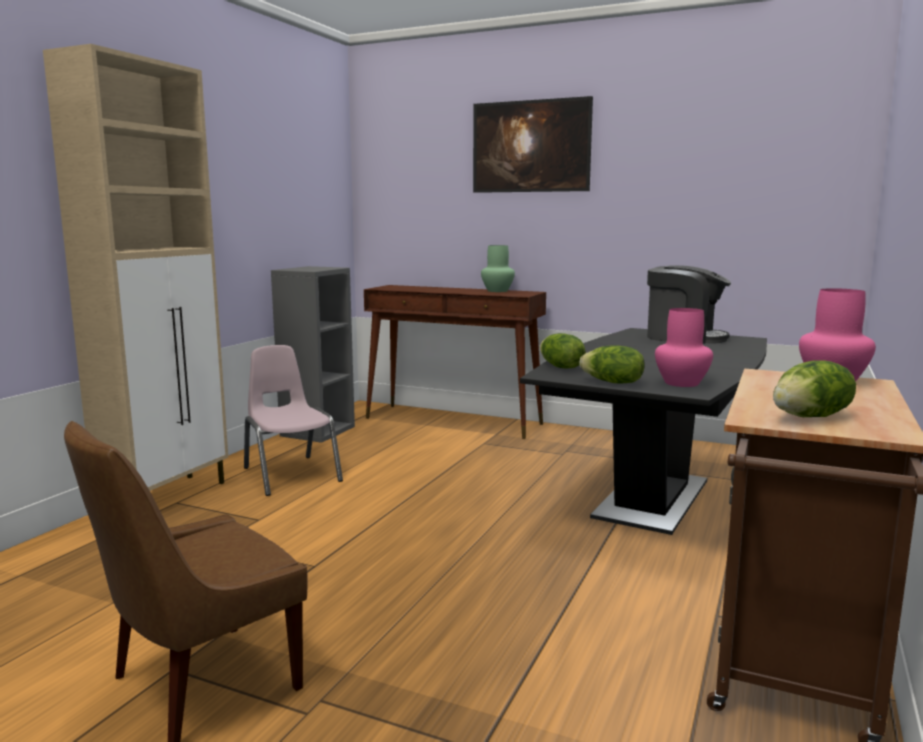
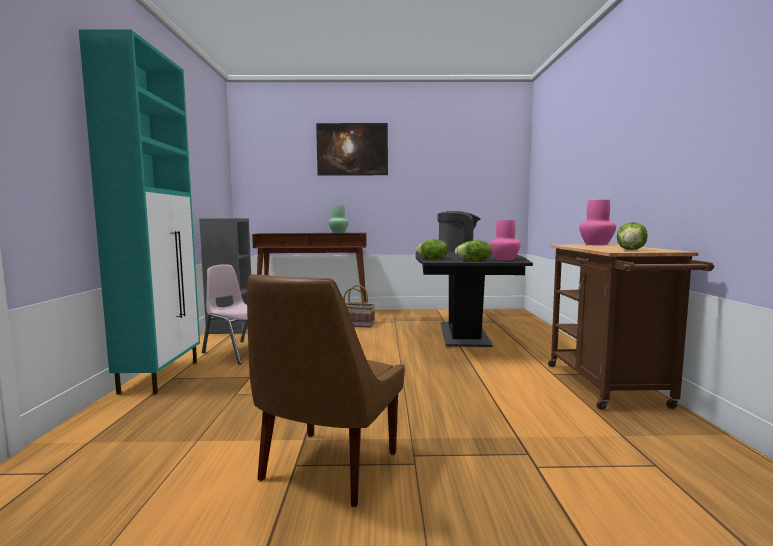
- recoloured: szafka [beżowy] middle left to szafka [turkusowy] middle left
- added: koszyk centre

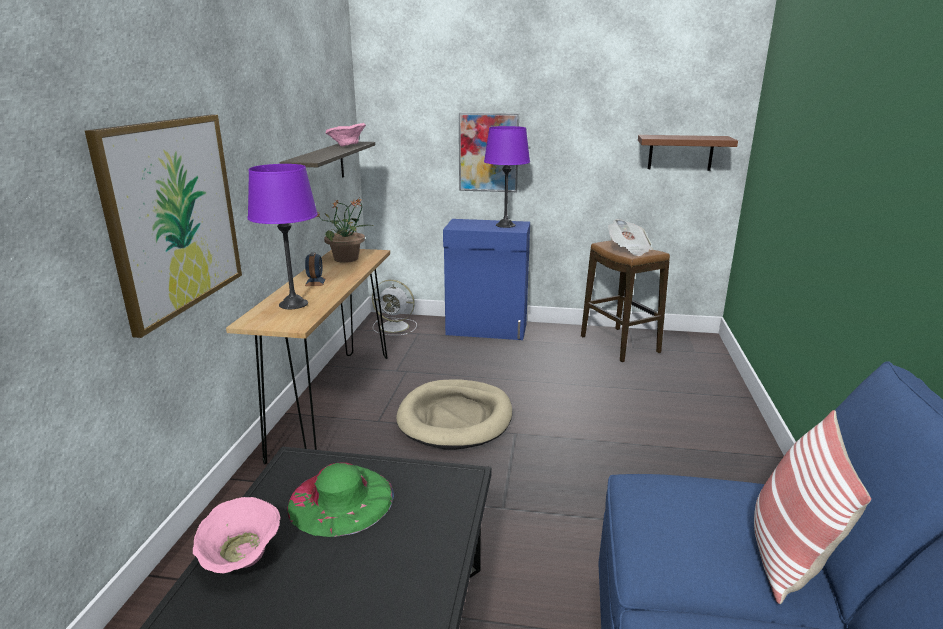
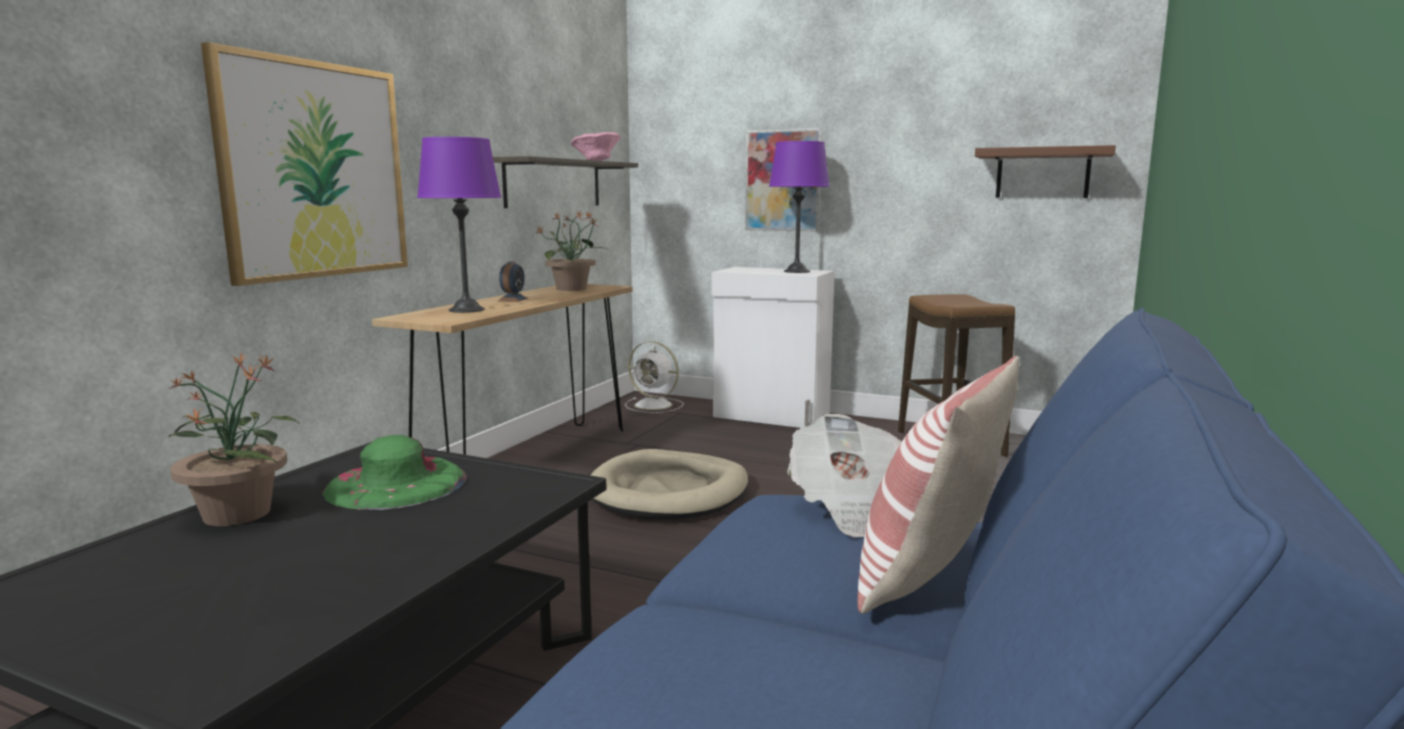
- recoloured: szafka [niebieski] centre to szafka [biały] centre
- moved: gazeta middle right to centre
- replaced: miska [różowy] (1st from left) bottom left to roślina doniczkowa (1st from left) middle left

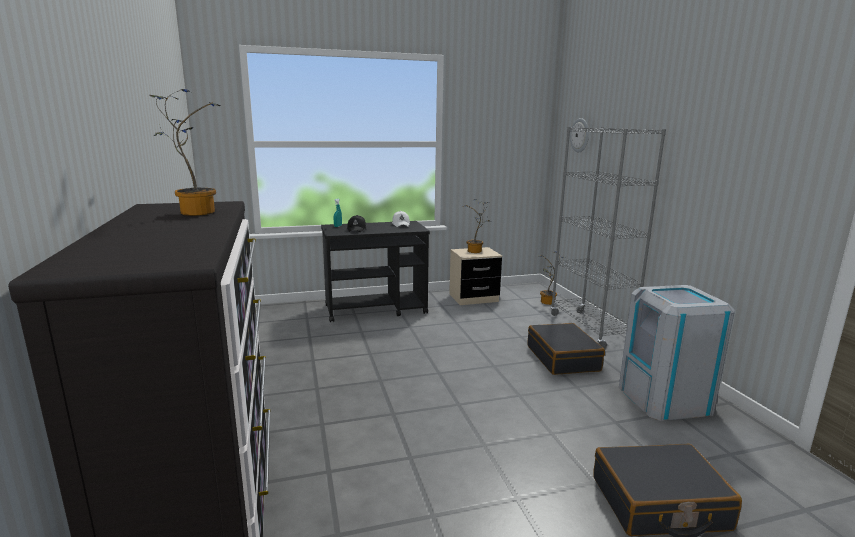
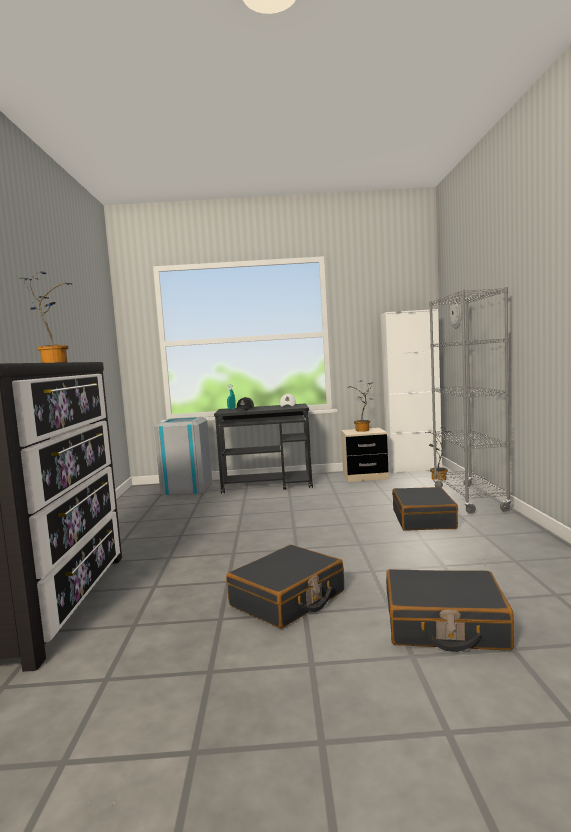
- moved: kosz na śmieci [szary] middle right to middle left
- added: szafka [biały] middle right
- added: walizka [czarny] (1st from left) bottom centre

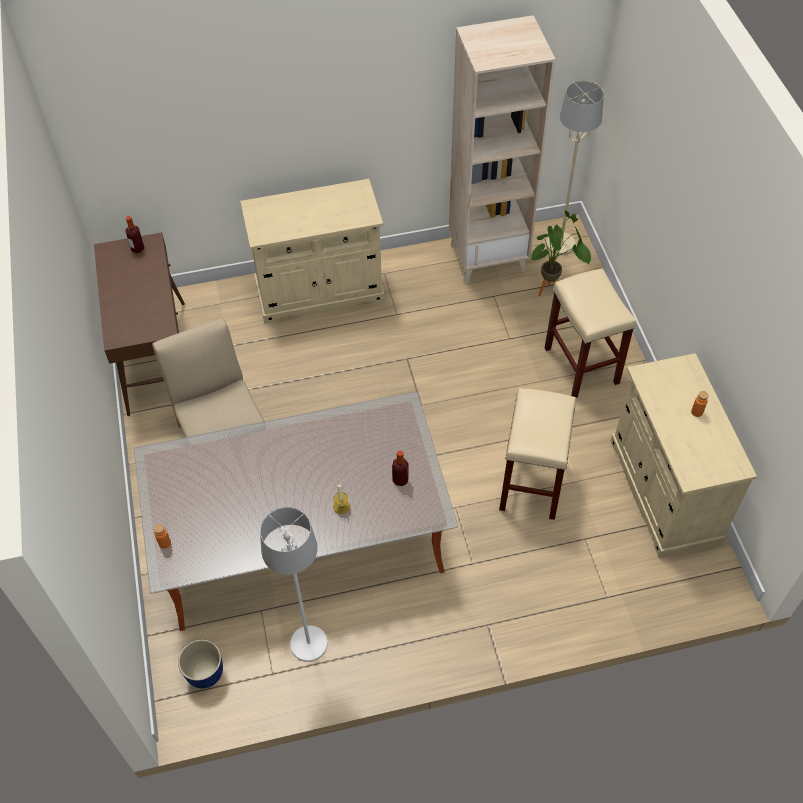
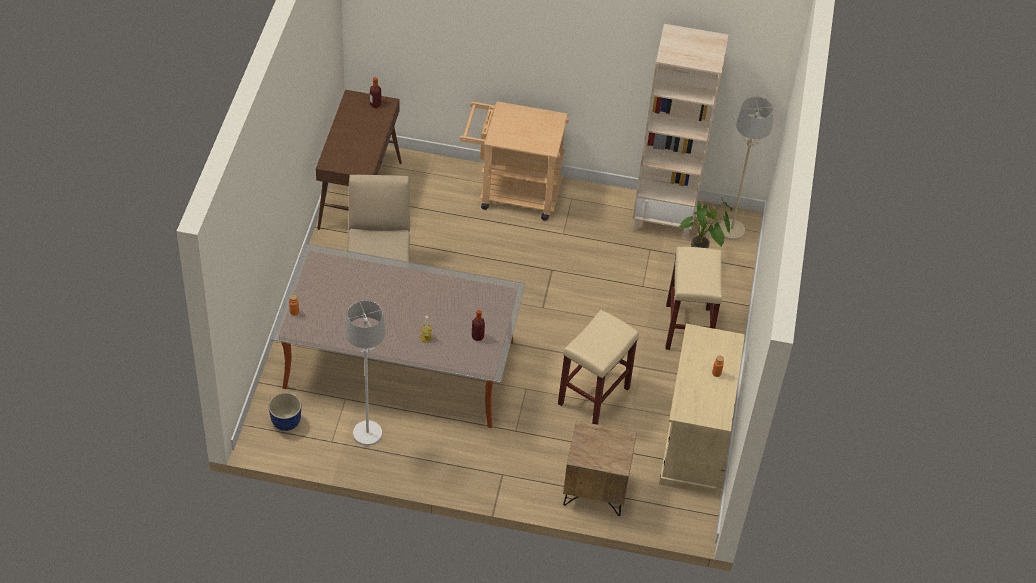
- replaced: szafka [beżowy] (1st from left) top centre to wózek [beżowy] top centre
- added: szafka nocna [brązowy] bottom centre

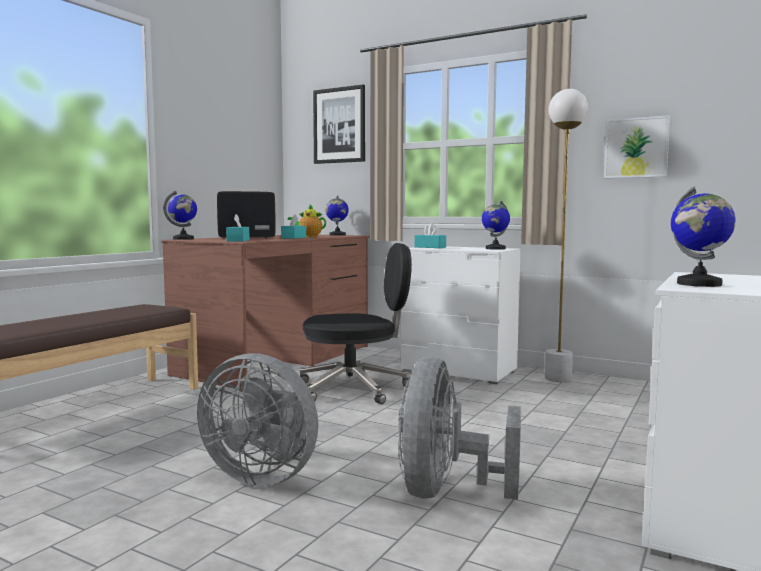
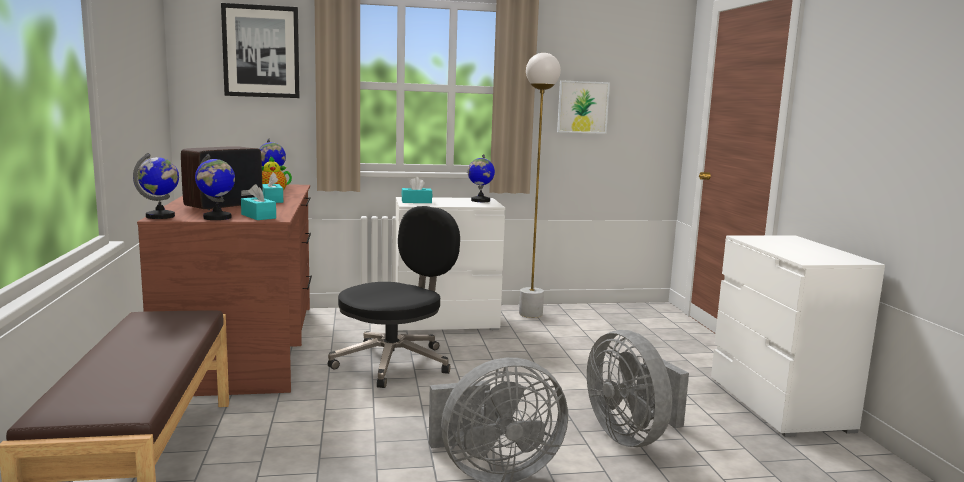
- moved: globus (4th from left in the first image) middle right to globus (2nd from left) middle left

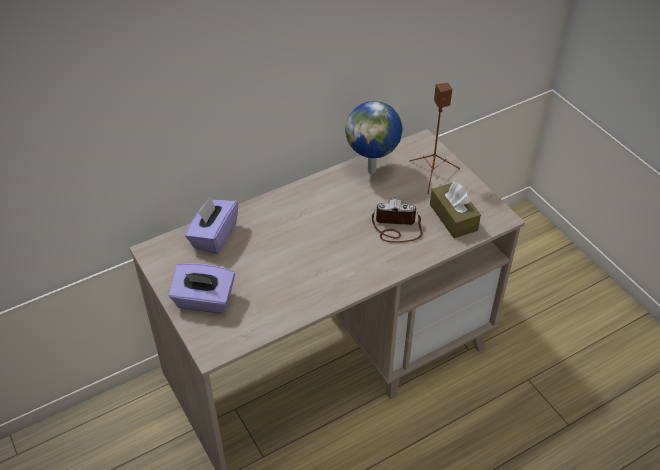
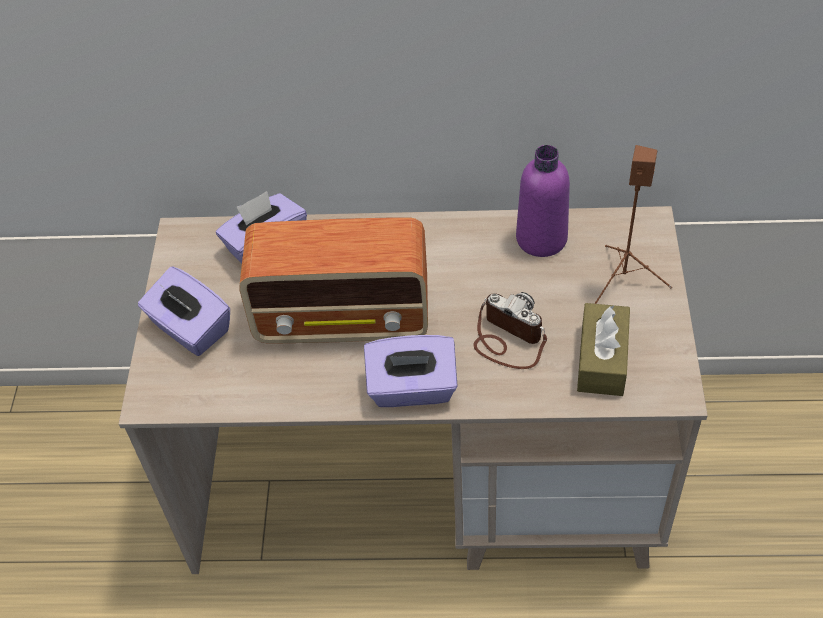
- replaced: globus top centre to butelka [fioletowy] top centre
- added: radio centre
- added: pudełko chusteczek [fioletowy] (3rd from left) centre

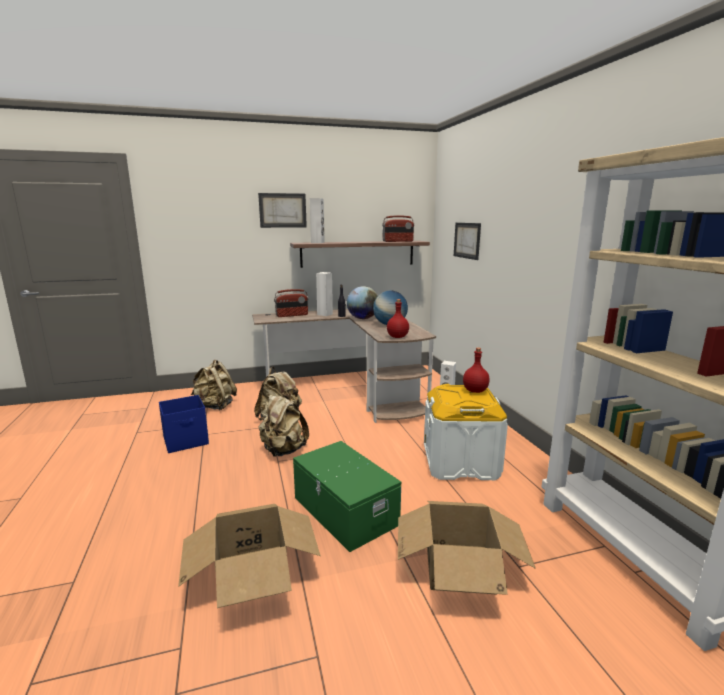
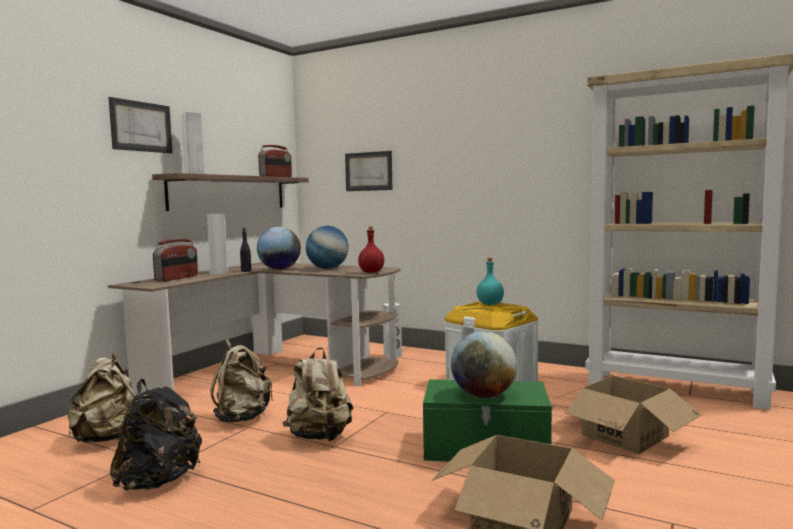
- recoloured: butelka [czerwony] (2nd from left) centre to butelka [turkusowy] centre
- replaced: pojemnik do przechowywania [niebieski] middle left to plecak [czarny] bottom left
- added: globus (3rd from left) bottom centre

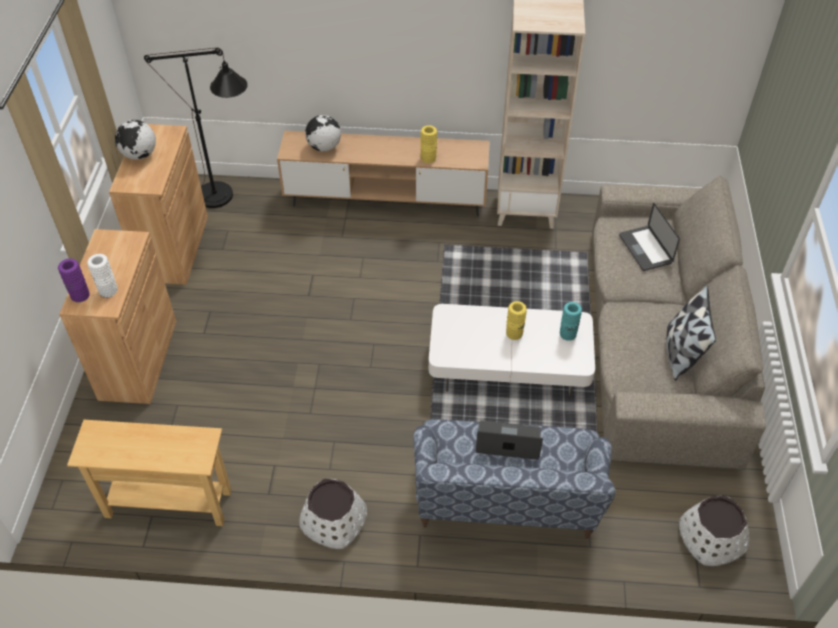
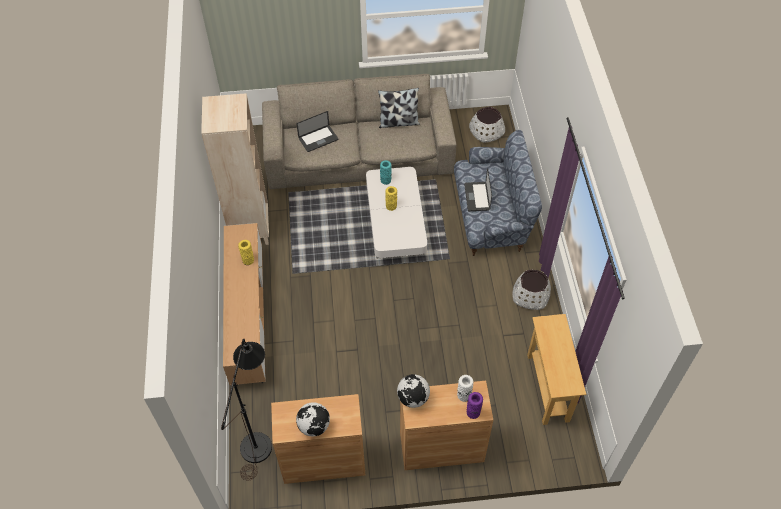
- moved: globus (2nd from left) top centre to bottom centre

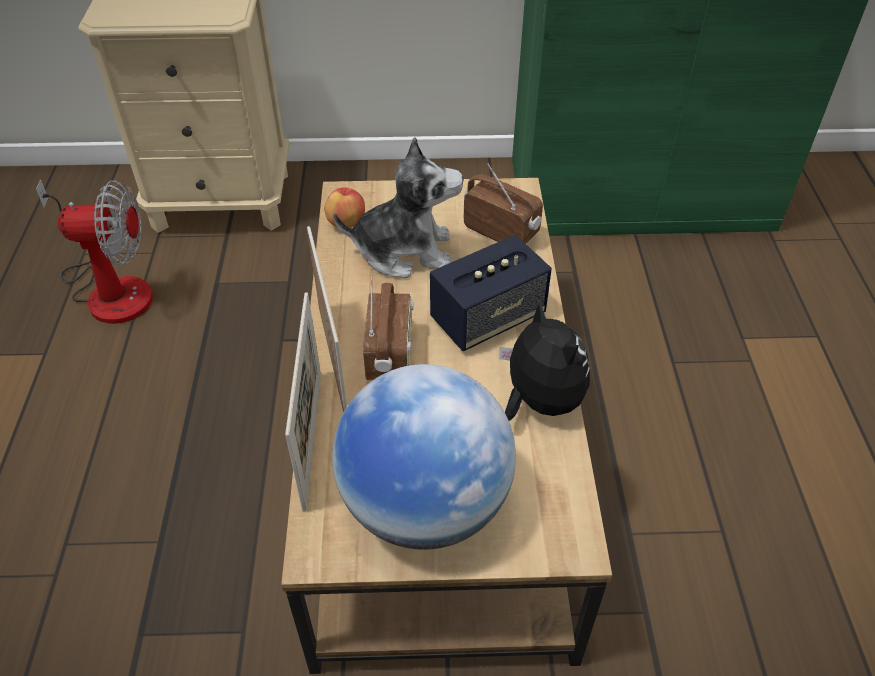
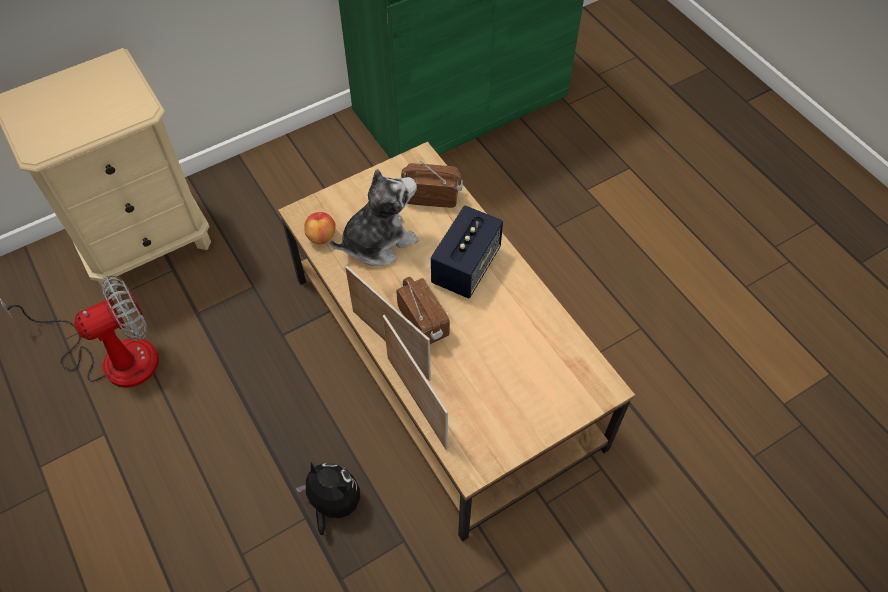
- moved: pluszak (2nd from left in the first image) centre to pluszak (1st from left) bottom centre
- removed: globus bottom centre

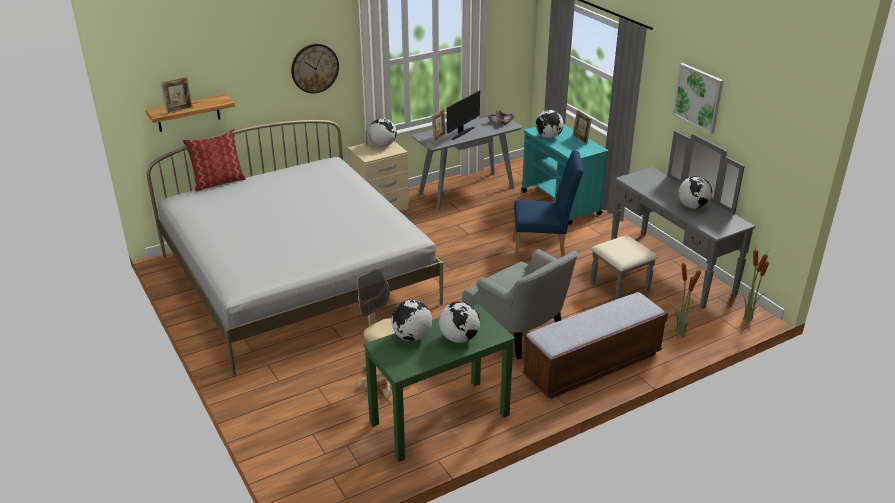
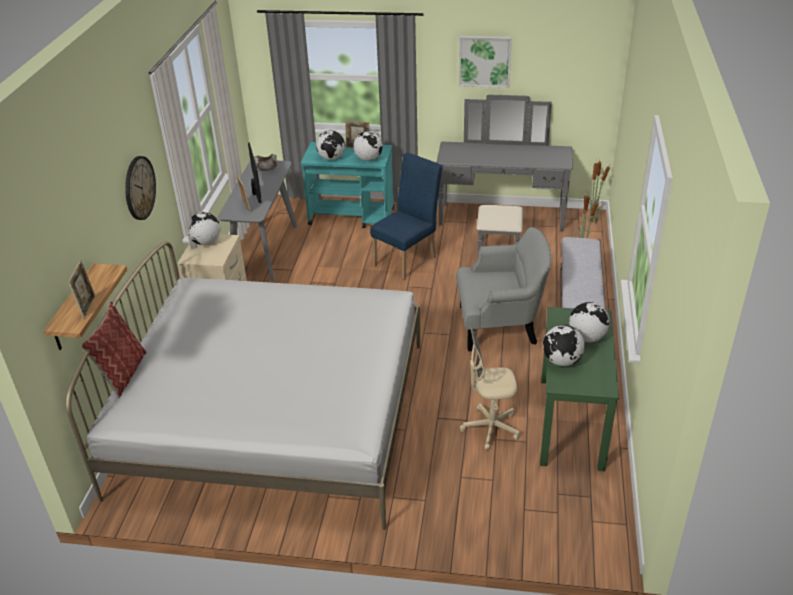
- moved: globus (5th from left in the first image) middle right to globus (3rd from left) top centre

